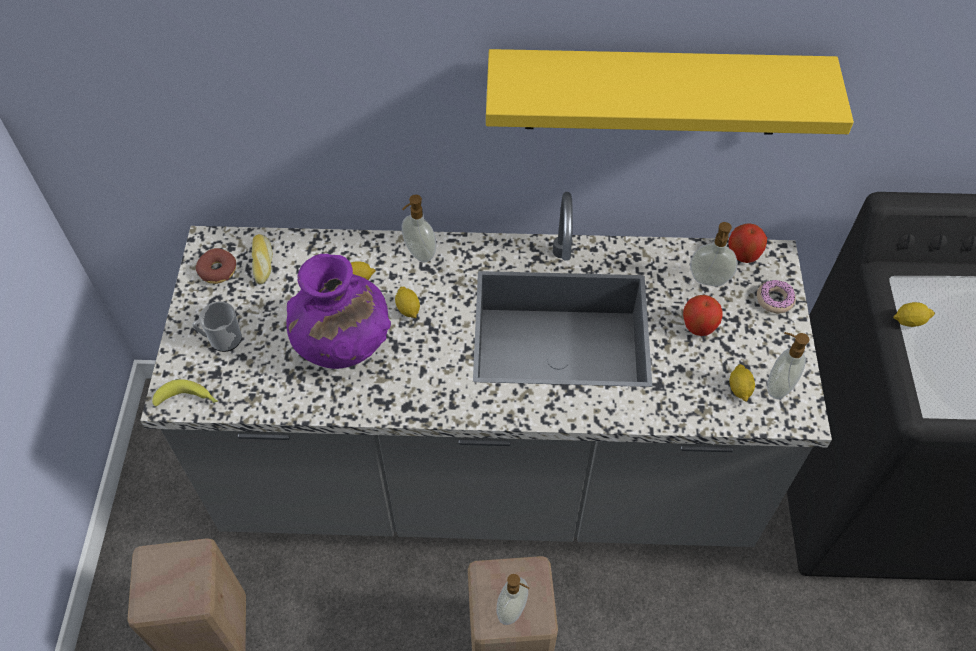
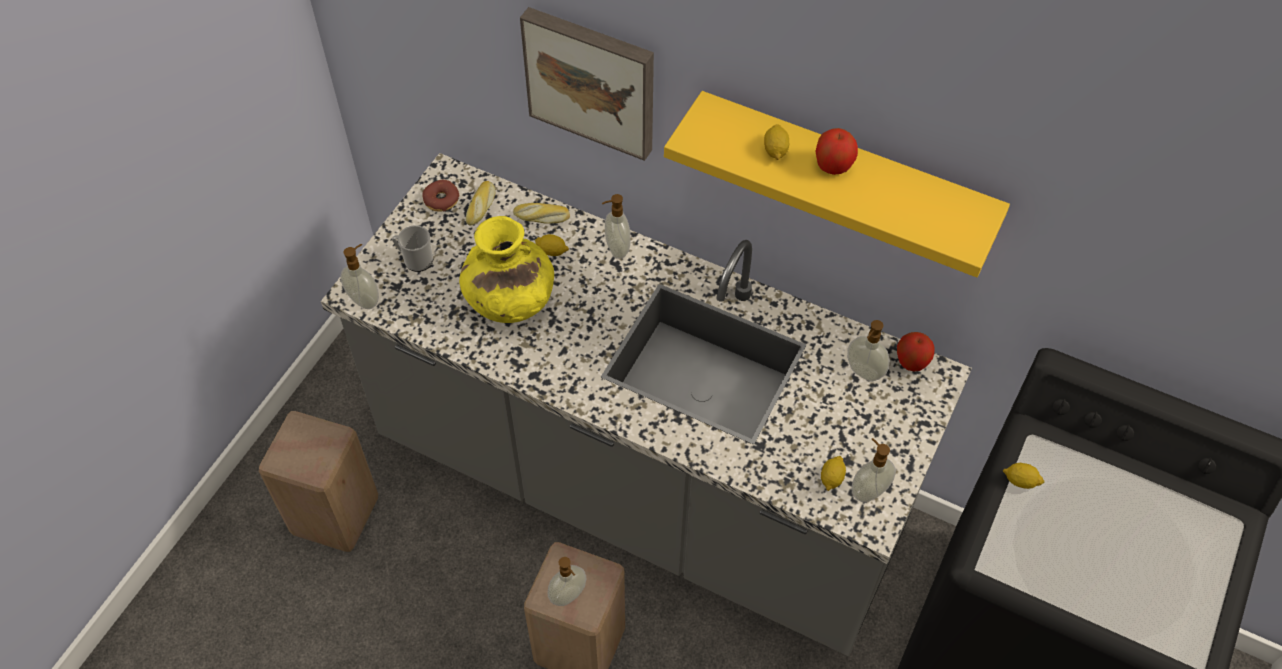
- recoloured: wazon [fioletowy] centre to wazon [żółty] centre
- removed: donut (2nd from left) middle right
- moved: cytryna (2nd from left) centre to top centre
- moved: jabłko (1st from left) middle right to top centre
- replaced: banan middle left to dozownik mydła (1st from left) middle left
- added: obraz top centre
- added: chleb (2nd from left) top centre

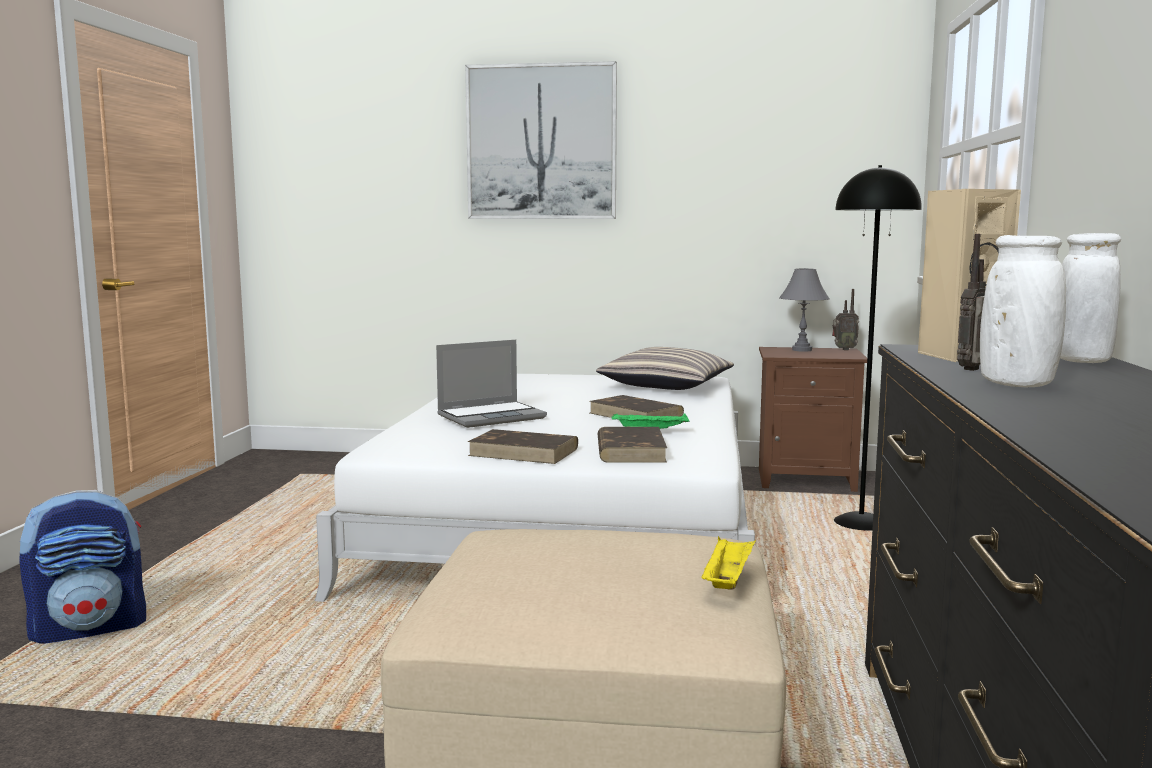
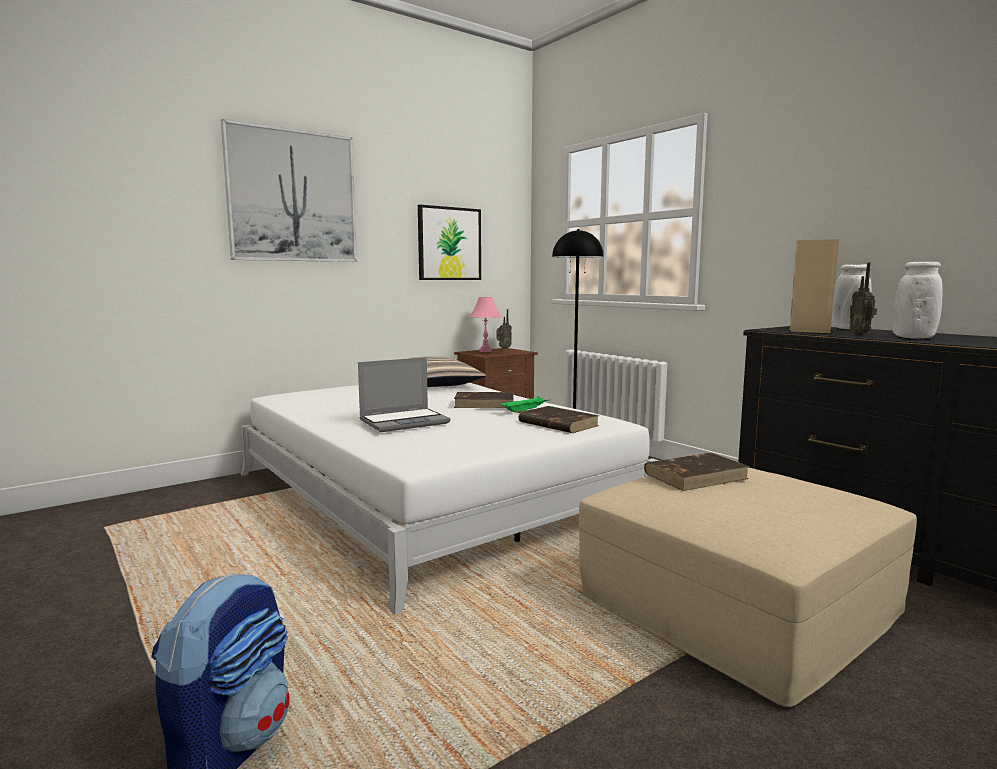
- recoloured: lampa stołowa [szary] middle right to lampa stołowa [różowy] centre
- turned: laptop centre = centre 45 degrees clockwise
- moved: książka [brązowy] (1st from left in the first image) centre to książka [brązowy] (3rd from left) middle right
- removed: taca [żółty] bottom centre
- added: obraz (2nd from left) top centre

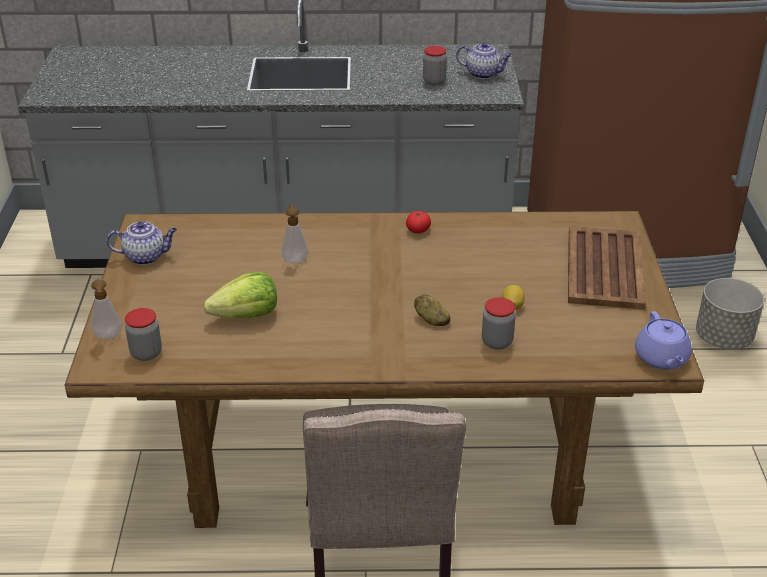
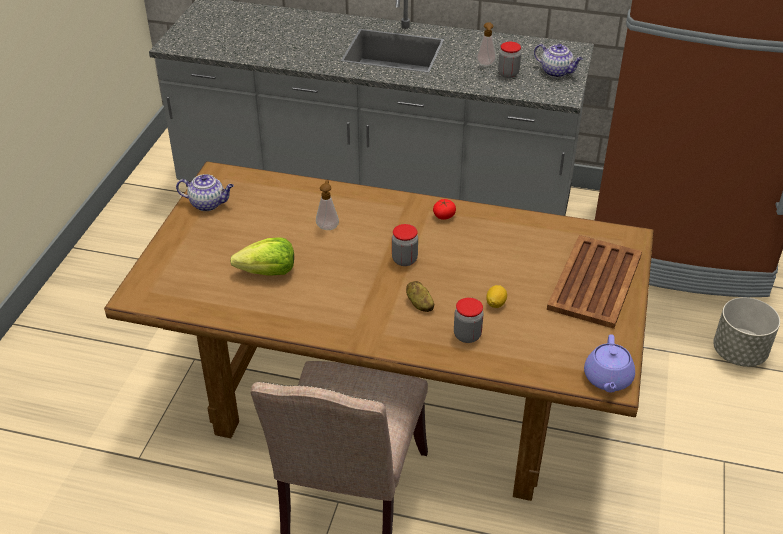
- moved: dozownik mydła (1st from left in the first image) middle left to dozownik mydła (2nd from left) top centre
- moved: słoik (1st from left) middle left to centre

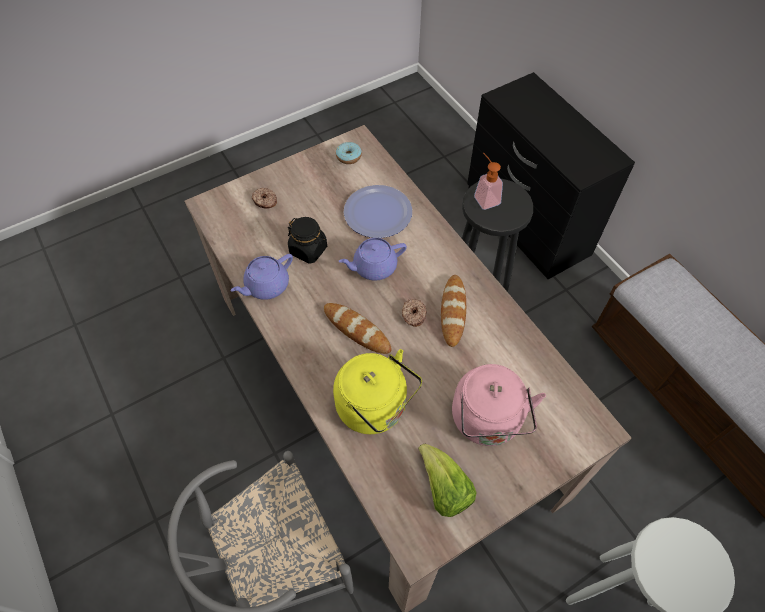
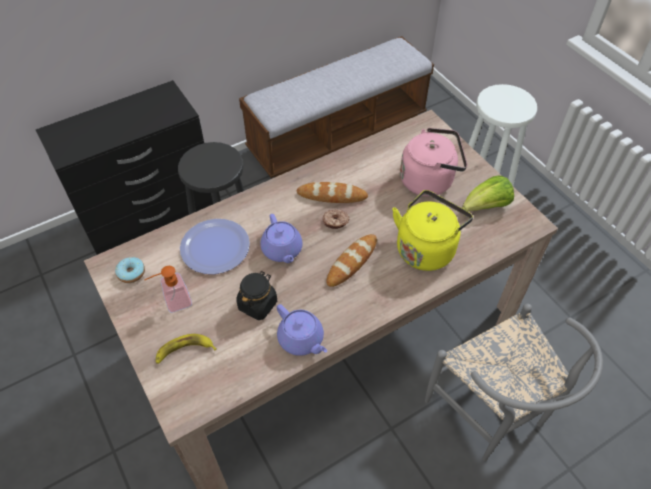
- moved: dozownik mydła top centre to middle left
- replaced: donut (1st from left) top centre to banan bottom left

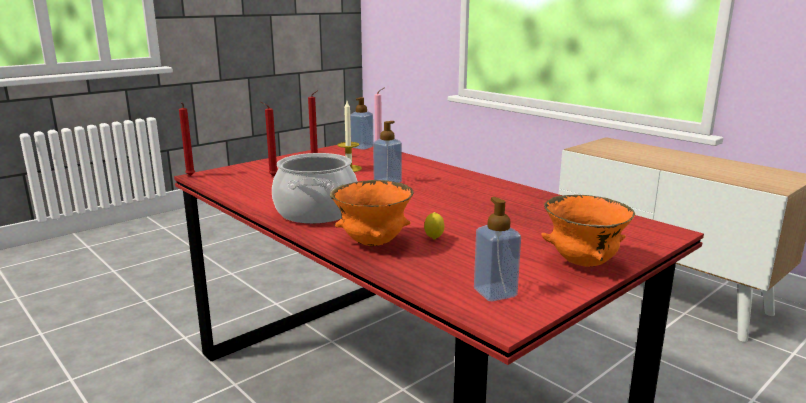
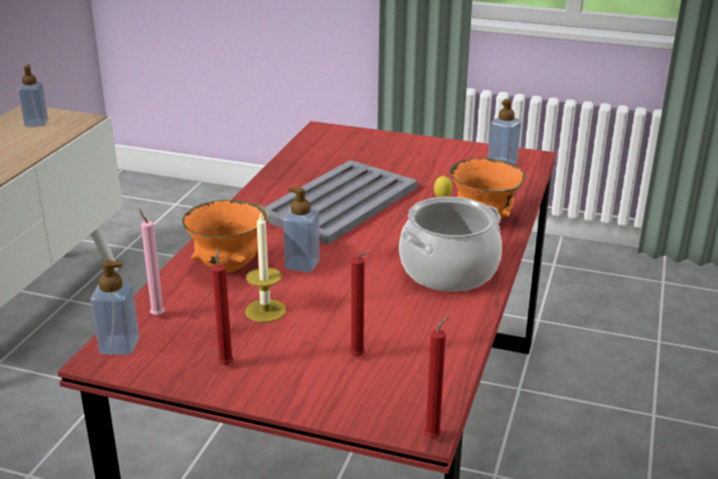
- moved: miska [pomarańczowy] (2nd from left in the first image) middle right to miska [pomarańczowy] (1st from left) middle left
- added: dozownik mydła (1st from left) top left
- added: taca [szary] centre

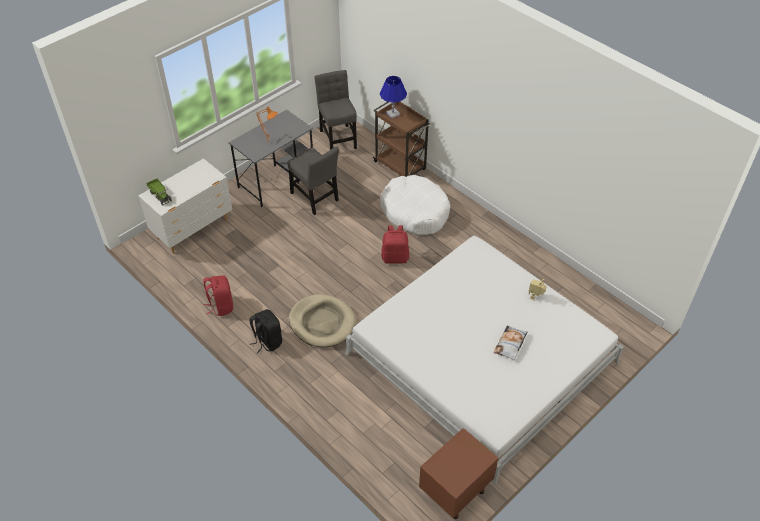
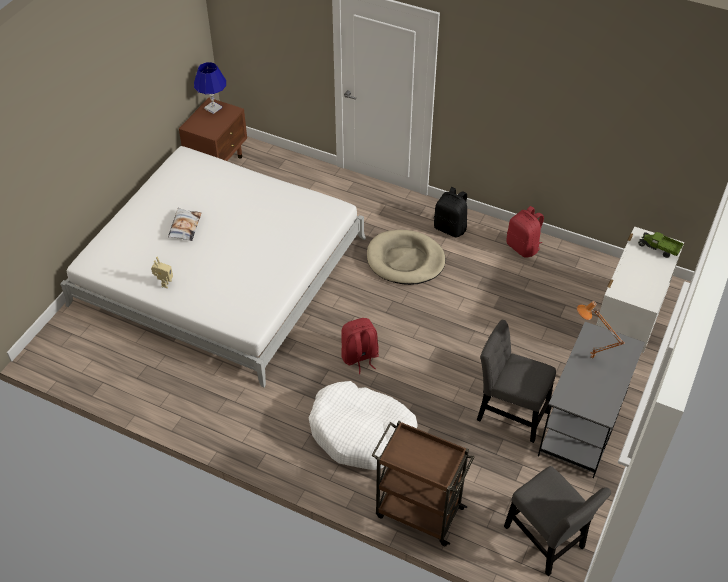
- moved: lampa stołowa [niebieski] top centre to top left

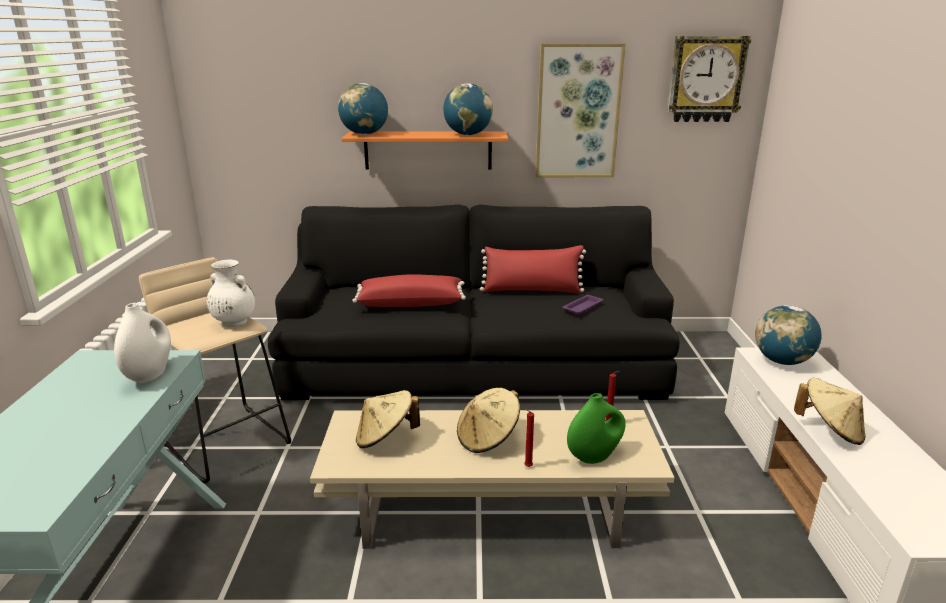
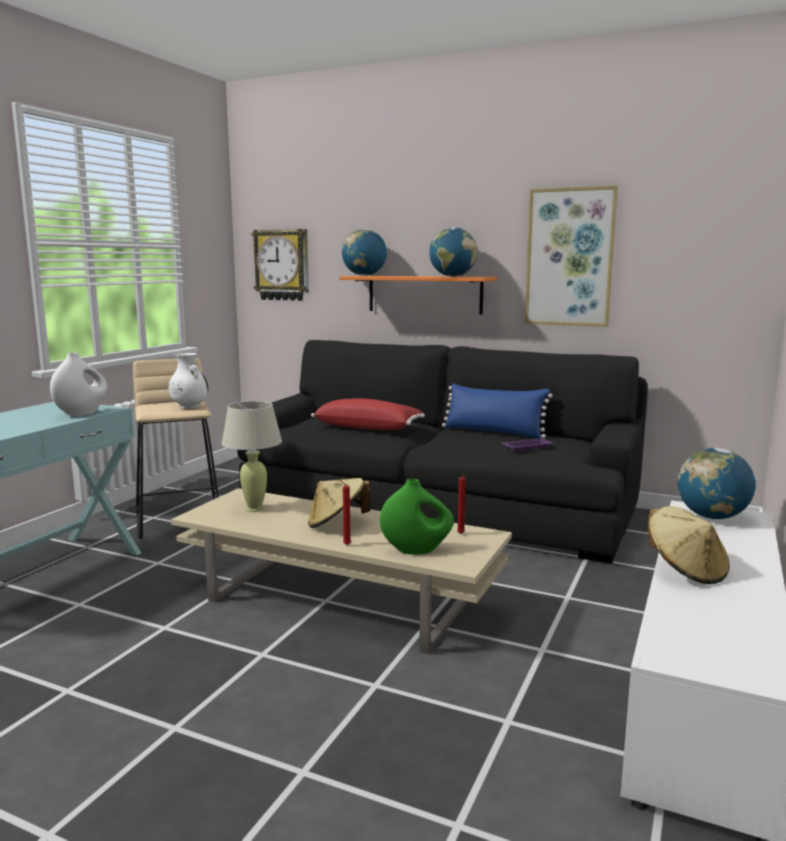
- moved: zegar ścienny top right to top centre
- recoloured: poduszka [czerwony] (2nd from left) centre to poduszka [niebieski] centre
- replaced: kapelusz [beżowy] (1st from left) bottom centre to lampa stołowa [beżowy] middle left

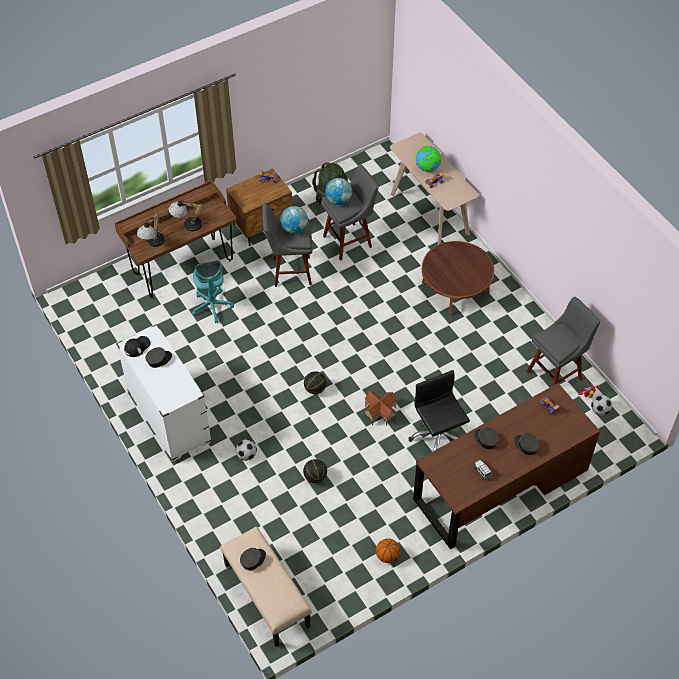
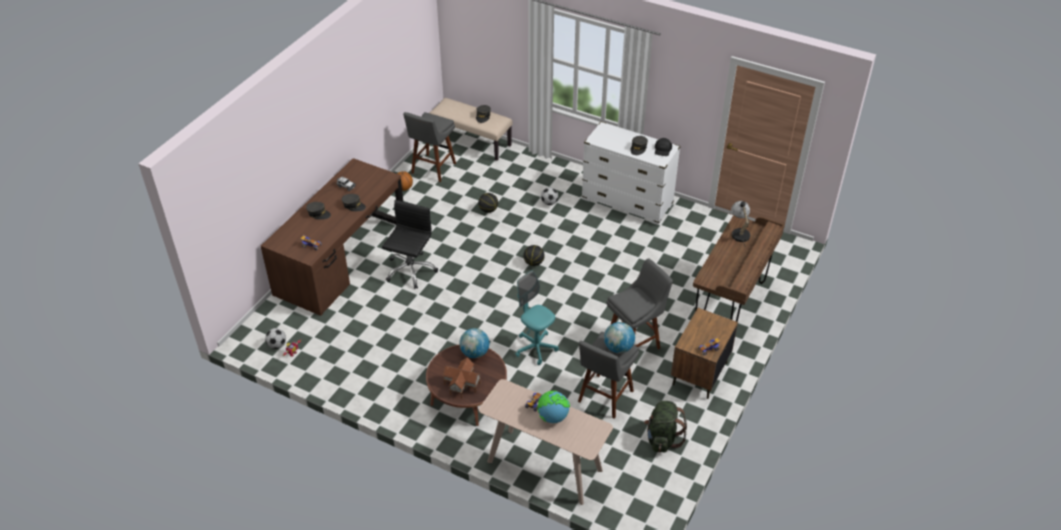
- removed: lampa stołowa (2nd from left) top left
- moved: globus (1st from left) top centre to centre
- moved: krzesło biurowe [turkusowy] middle left to centre
- moved: stołek [szary] (3rd from left in the first image) middle right to stołek [szary] (1st from left) top centre
- turned: krzesło biurowe [czarny] centre = centre 105 degrees counterclockwise
- moved: domek centre to bottom centre

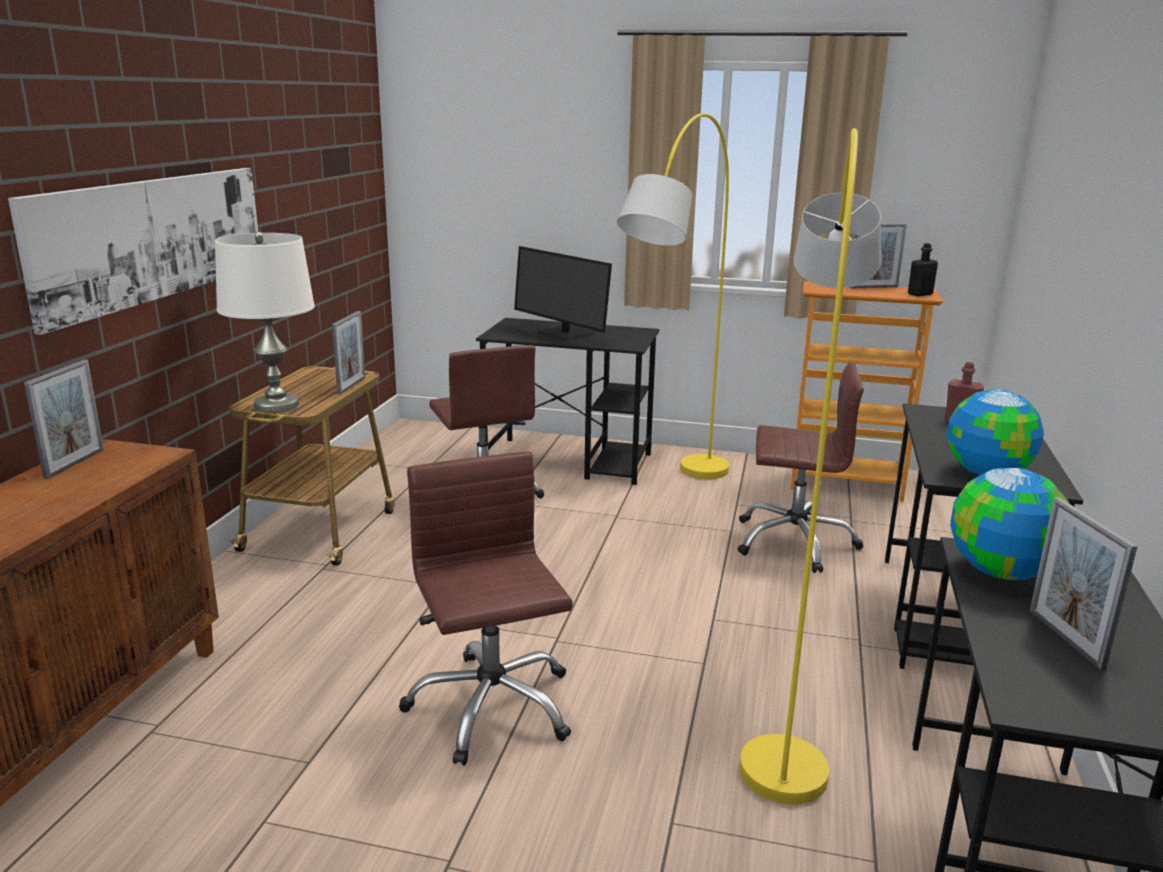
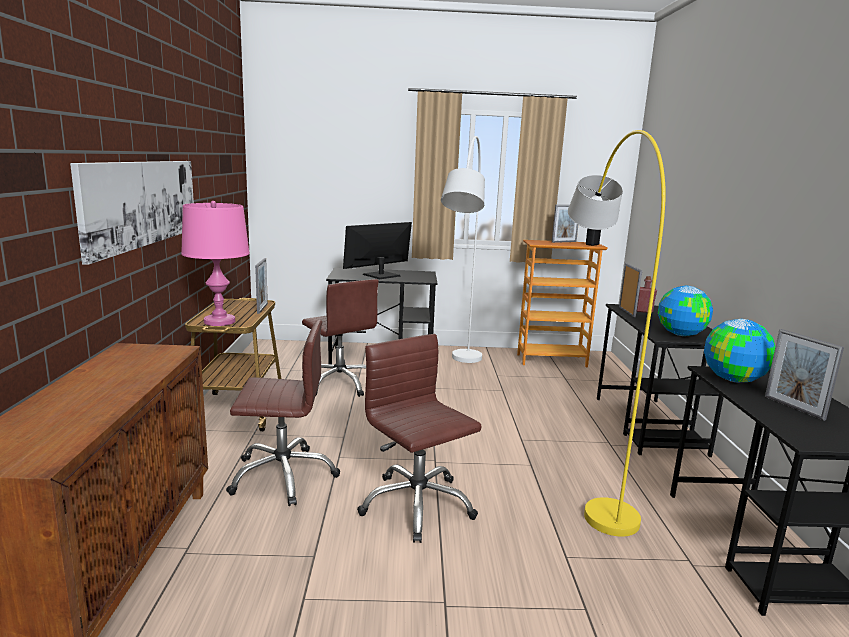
- recoloured: lampa stojąca [żółty] (1st from left) centre to lampa stojąca [biały] centre
- recoloured: lampa stołowa [biały] middle left to lampa stołowa [różowy] middle left
- turned: monitor centre = centre 105 degrees clockwise
- moved: ramka na zdjęcie (1st from left in the first image) middle left to ramka na zdjęcie (3rd from left) middle right
- moved: krzesło biurowe [brązowy] (3rd from left in the first image) middle right to krzesło biurowe [brązowy] (1st from left) centre

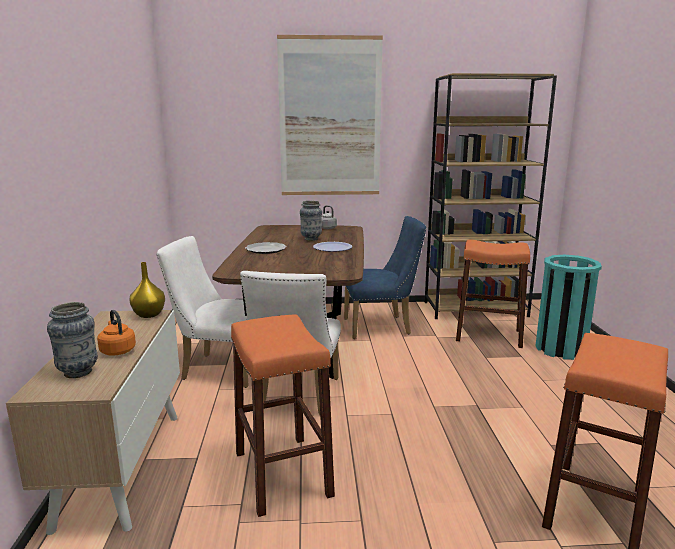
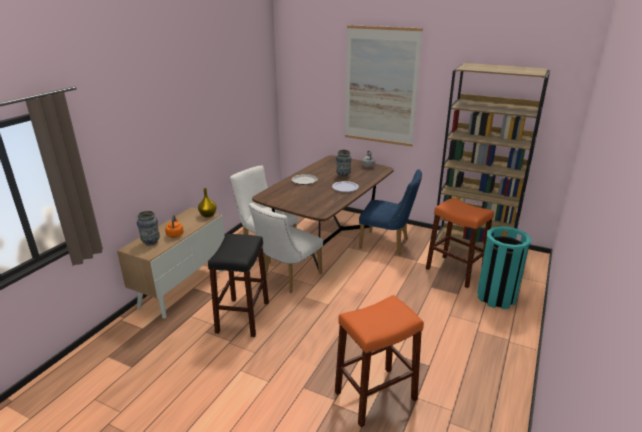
- recoloured: stołek [pomarańczowy] (1st from left) bottom centre to stołek [czarny] centre

